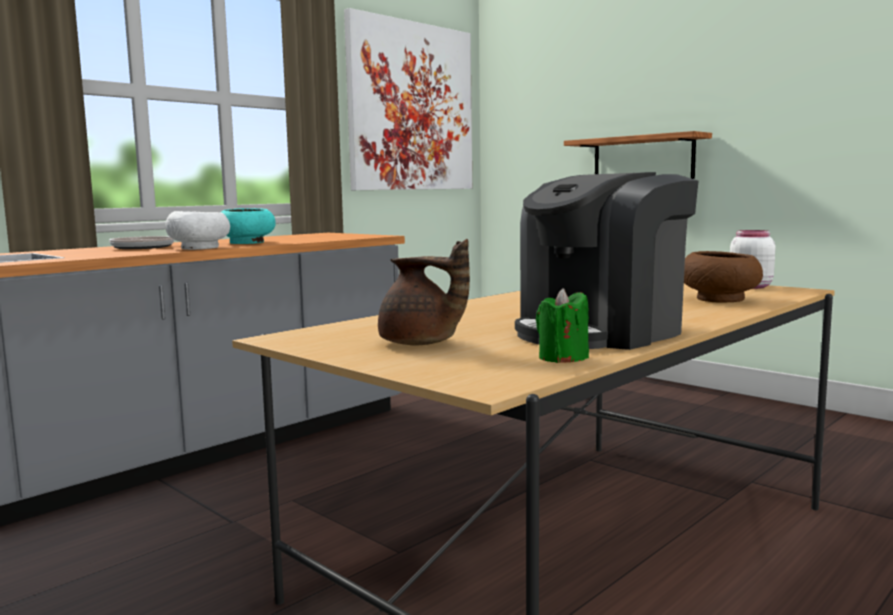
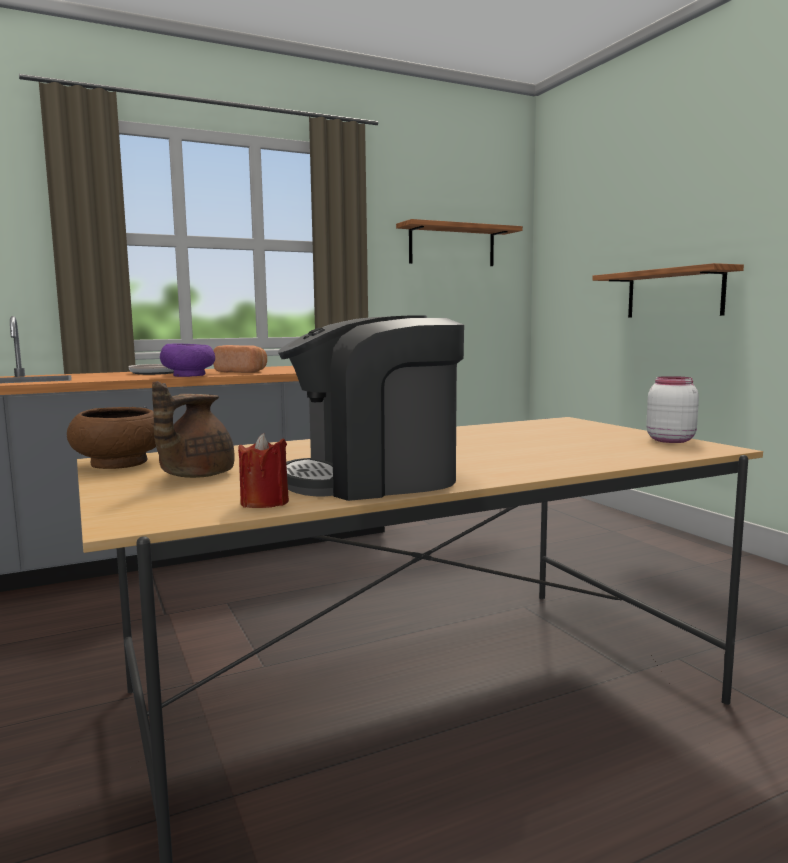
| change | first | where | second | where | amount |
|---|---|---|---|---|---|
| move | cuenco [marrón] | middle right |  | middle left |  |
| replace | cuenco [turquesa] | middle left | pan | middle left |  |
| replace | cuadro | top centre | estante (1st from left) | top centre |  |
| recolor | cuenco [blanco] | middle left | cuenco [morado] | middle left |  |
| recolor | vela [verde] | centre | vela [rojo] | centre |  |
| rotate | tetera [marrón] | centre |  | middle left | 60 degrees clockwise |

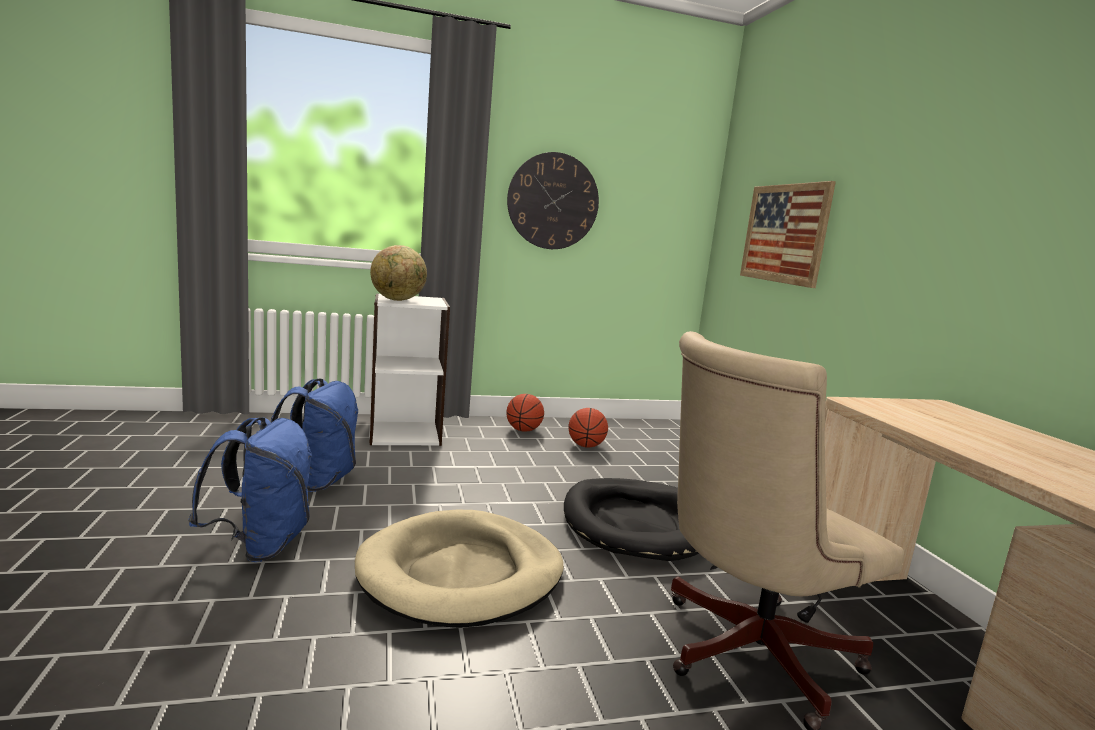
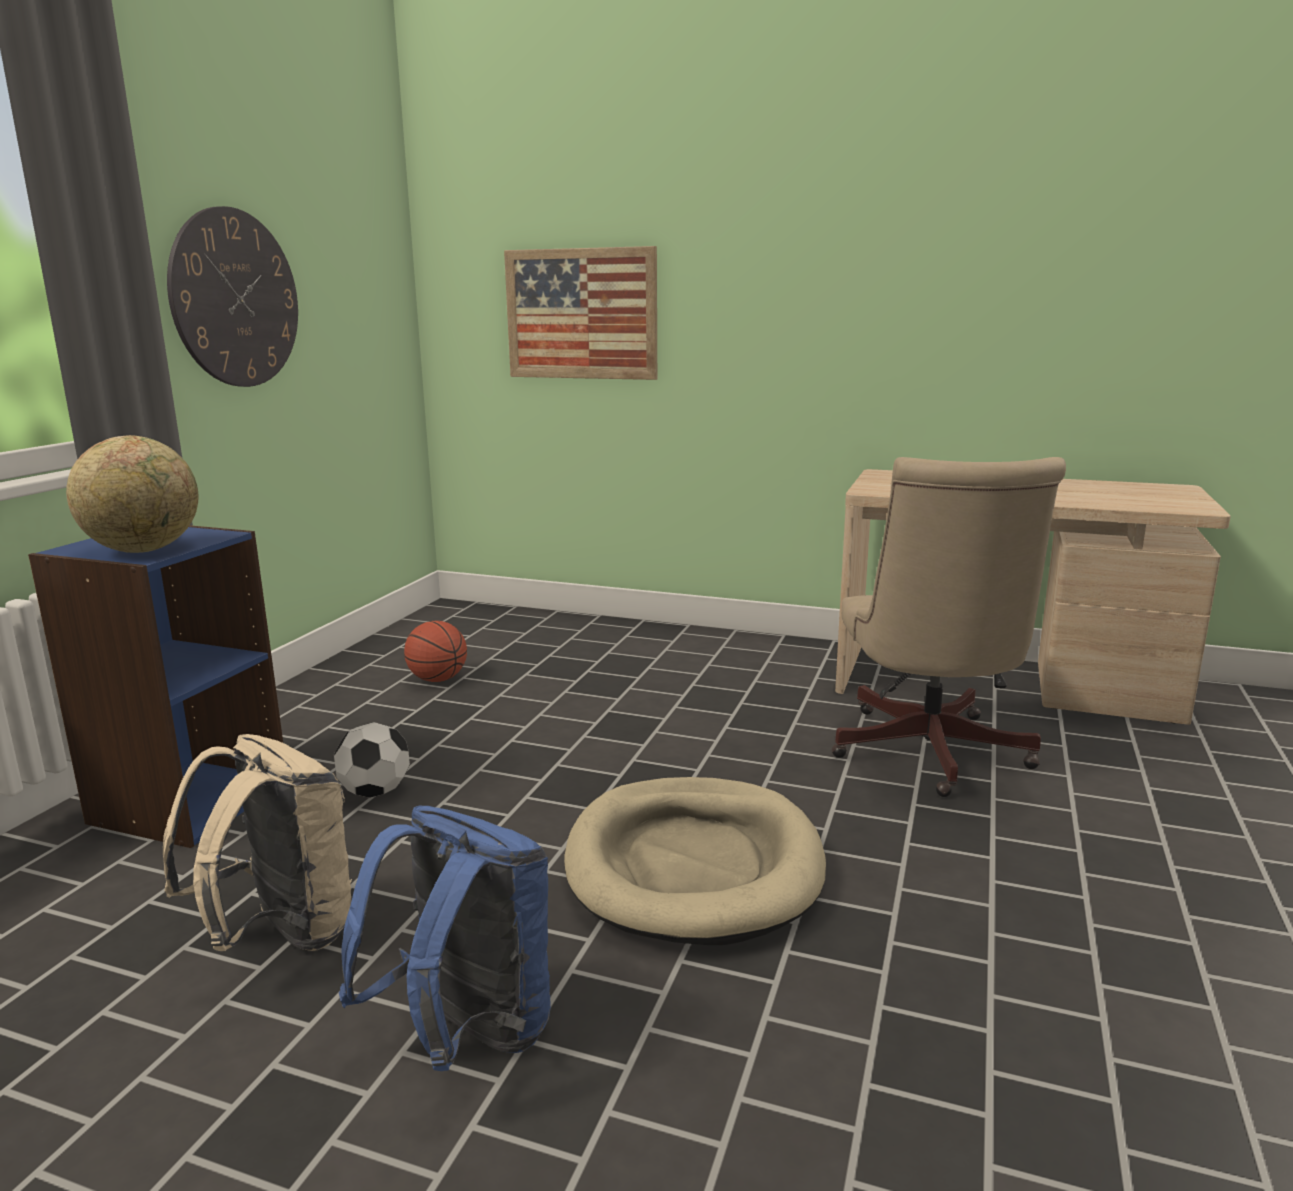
| change | first | where | second | where | amount |
|---|---|---|---|---|---|
| delete | balón de baloncesto (1st from left) | centre |  |  |  |
| delete | cama para perro [negro] | bottom centre |  |  |  |
| insert |  |  | balón de fútbol | middle left |  |
| recolor | mochila [azul] (2nd from left) | middle left | mochila [beis] | bottom left |  |
| recolor | estantería [blanco] | centre | estantería [azul] | middle left |  |

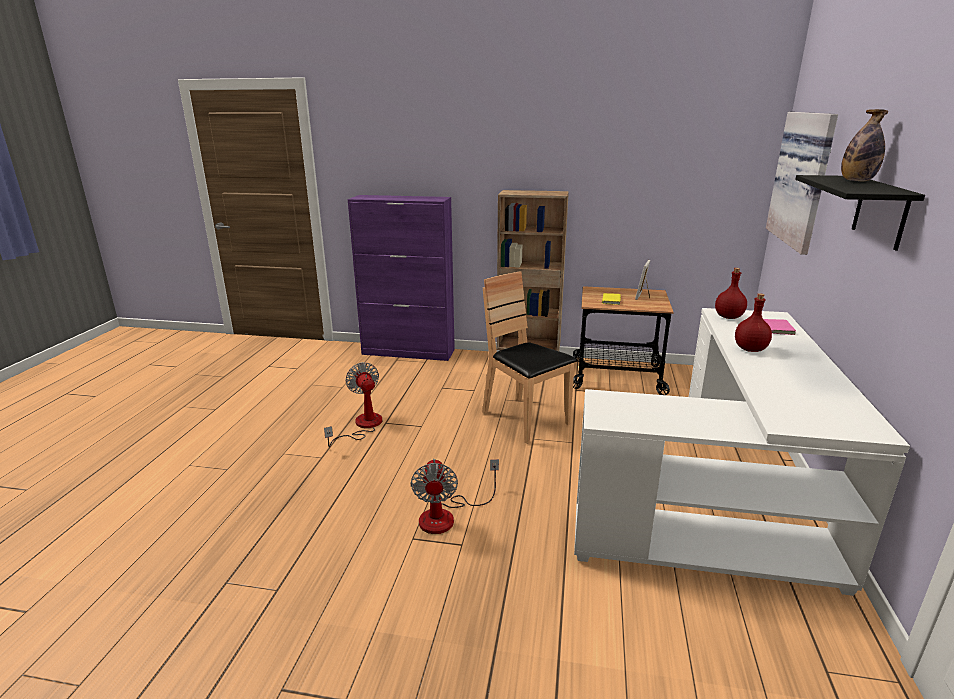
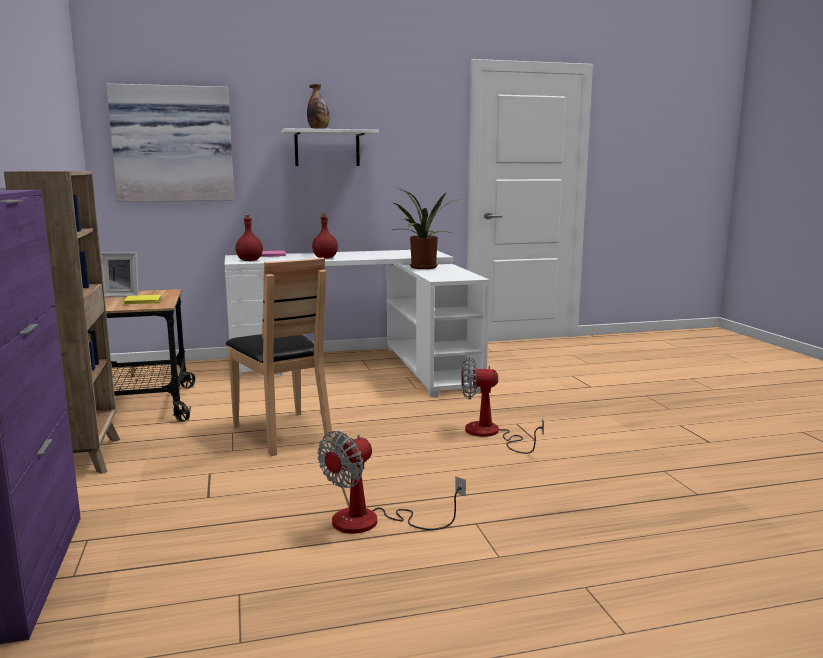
| change | first | where | second | where | amount |
|---|---|---|---|---|---|
| insert |  |  | planta en maceta | centre |  |
| recolor | estante [negro] | top right | estante [blanco] | top centre |  |
| rotate | ventilador (2nd from left) | bottom centre |  | centre | 150 degrees counterclockwise |
| rotate | silla [marrón] | centre |  | centre | 60 degrees counterclockwise |

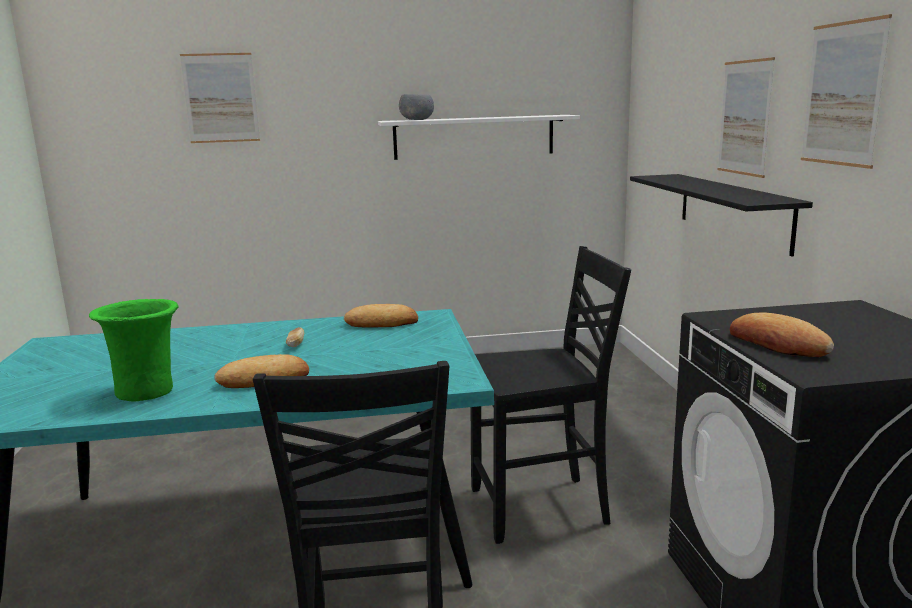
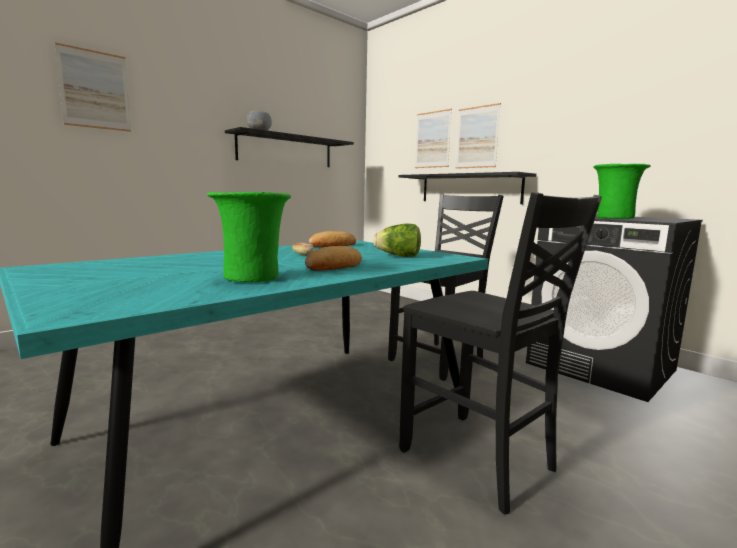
| change | first | where | second | where | amount |
|---|---|---|---|---|---|
| insert |  |  | lechuga | centre |  |
| move | cuadro (3rd from left in the first image) | top right | cuadro (2nd from left) | top centre |  |
| replace | pan (4th from left) | middle right | florero [verde] (2nd from left) | middle right |  |
| recolor | estante [blanco] | top centre | estante [negro] (1st from left) | top centre |  |

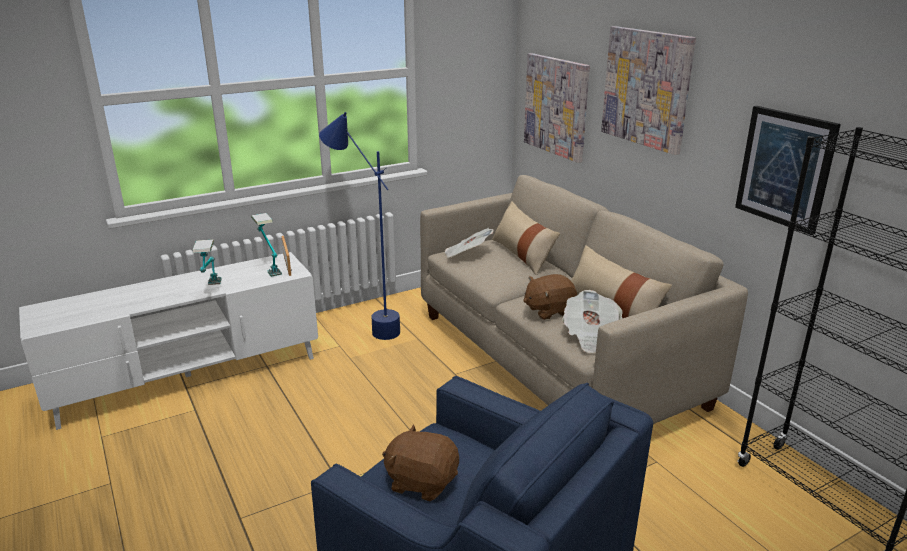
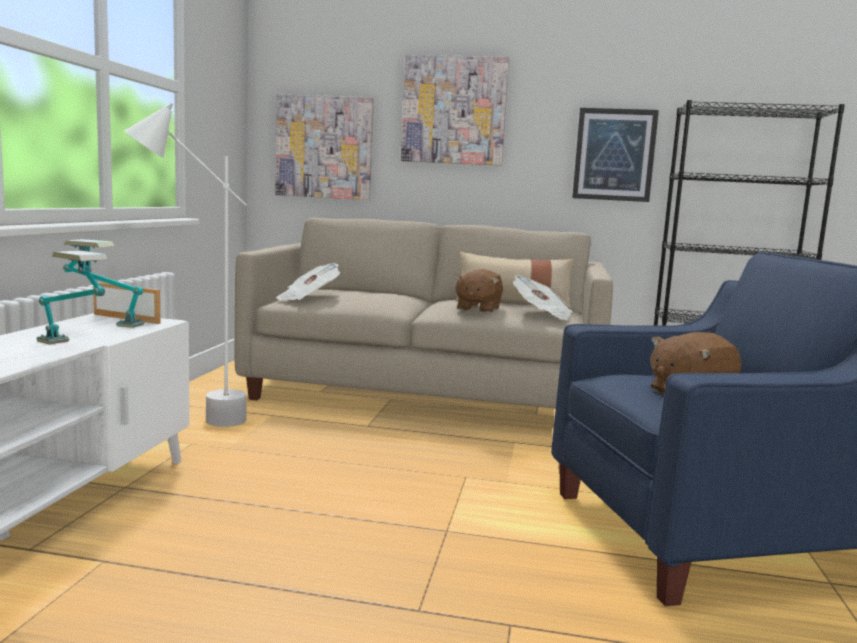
| change | first | where | second | where | amount |
|---|---|---|---|---|---|
| delete | cojín [beis] (1st from left) | centre |  |  |  |
| recolor | lámpara de pie [azul] | centre | lámpara de pie [blanco] | middle left |  |

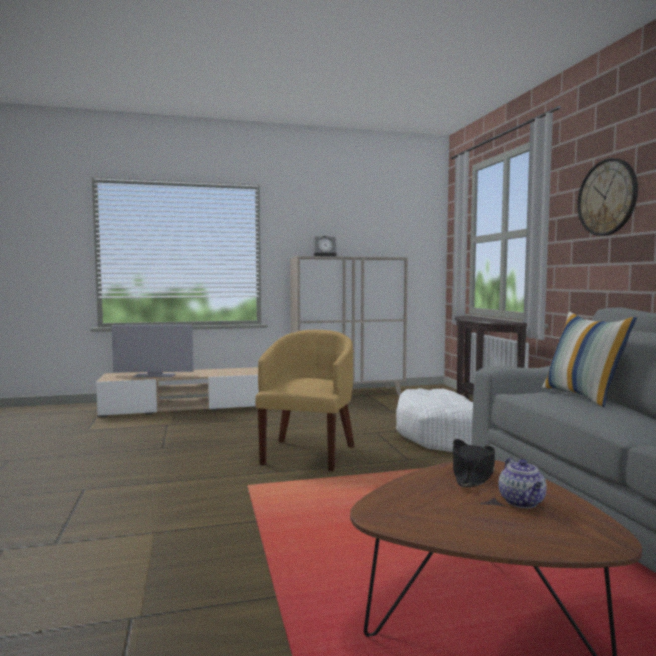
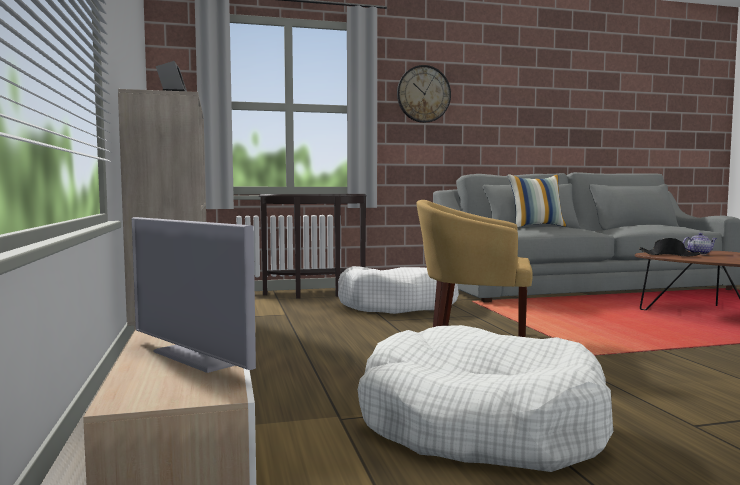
| change | first | where | second | where | amount |
|---|---|---|---|---|---|
| insert |  |  | cama para perro [blanco] (2nd from left) | bottom centre |  |
| rotate | televisor | middle left |  | middle left | 135 degrees clockwise |

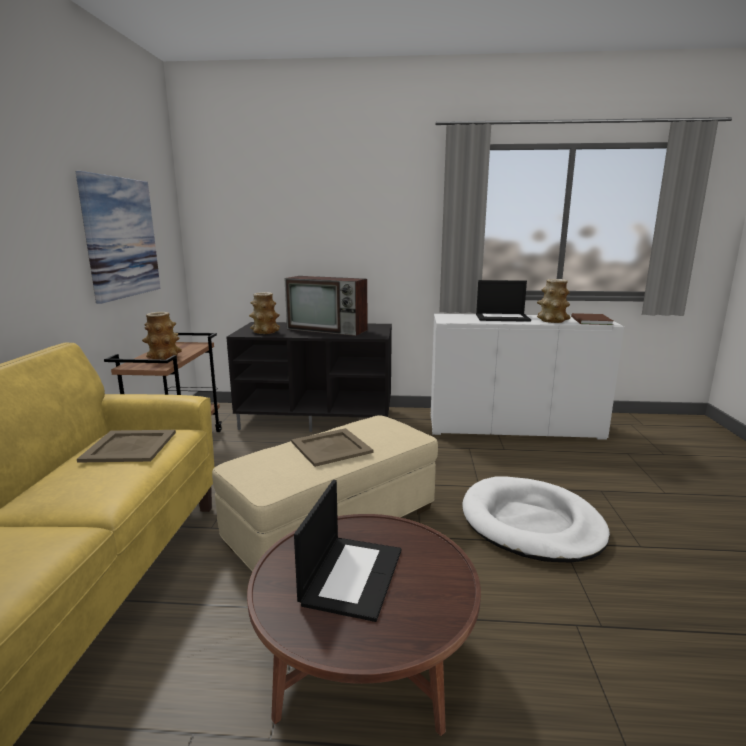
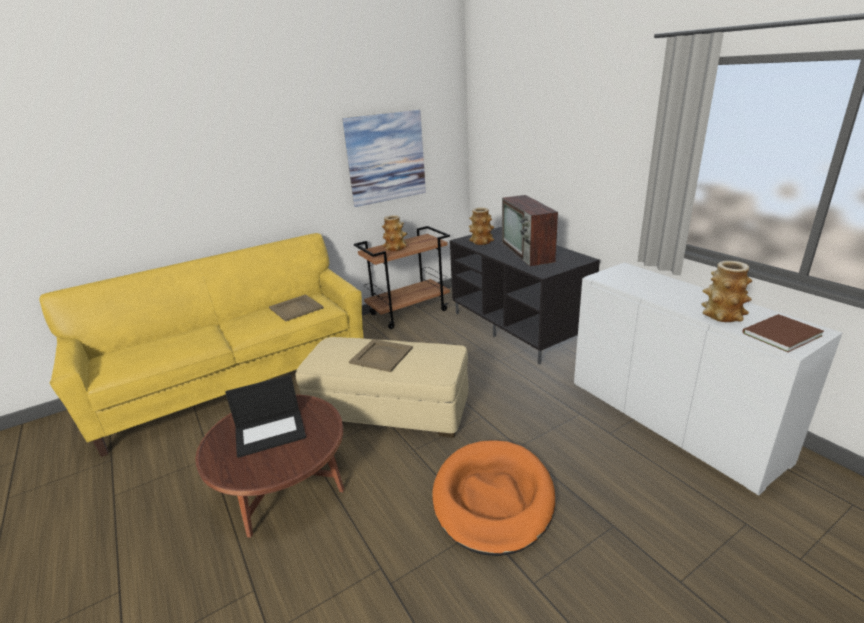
| change | first | where | second | where | amount |
|---|---|---|---|---|---|
| delete | portátil (2nd from left) | middle right |  |  |  |
| recolor | cama para perro [blanco] | bottom right | cama para perro [naranja] | bottom centre |  |

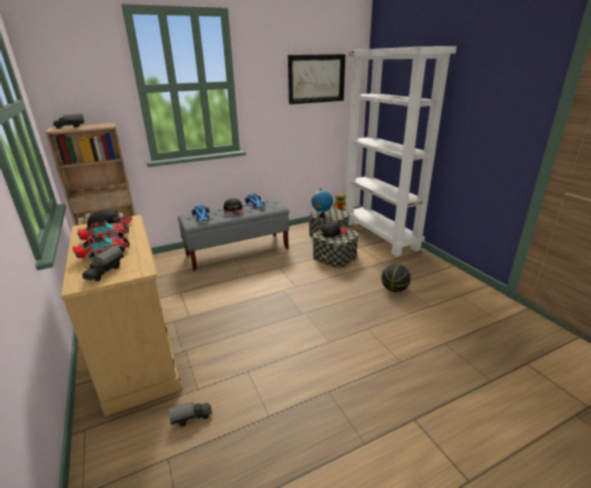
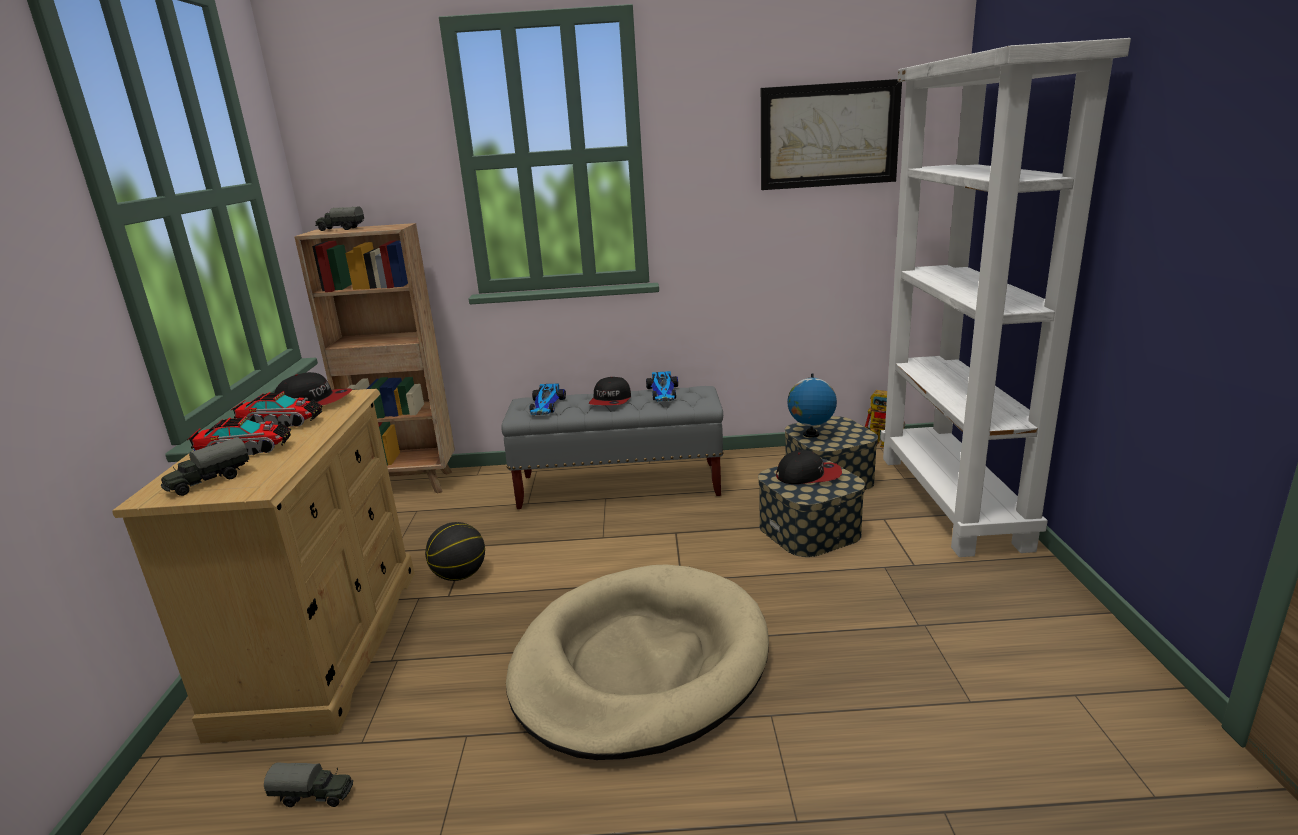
| change | first | where | second | where | amount |
|---|---|---|---|---|---|
| insert |  |  | cama para perro [beis] | bottom centre |  |
| move | balón de baloncesto | middle right |  | centre |  |

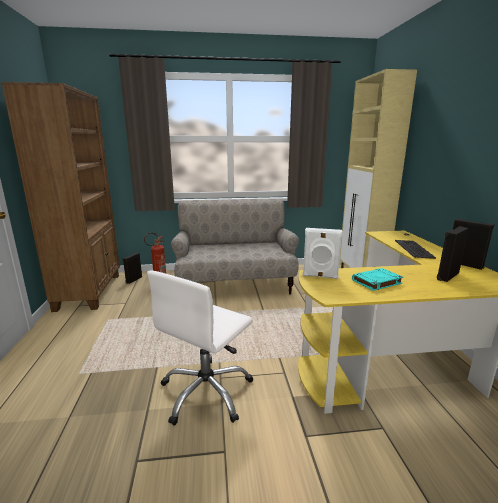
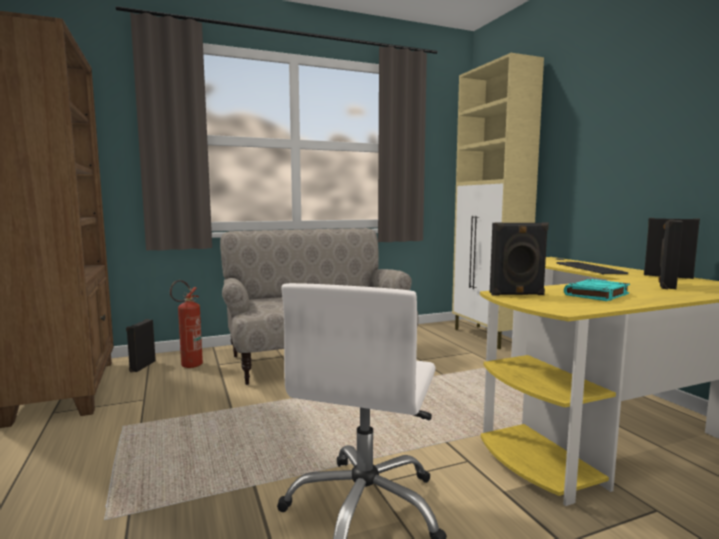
| change | first | where | second | where | amount |
|---|---|---|---|---|---|
| recolor | altavoz [blanco] | centre | altavoz [negro] (2nd from left) | middle right |  |

